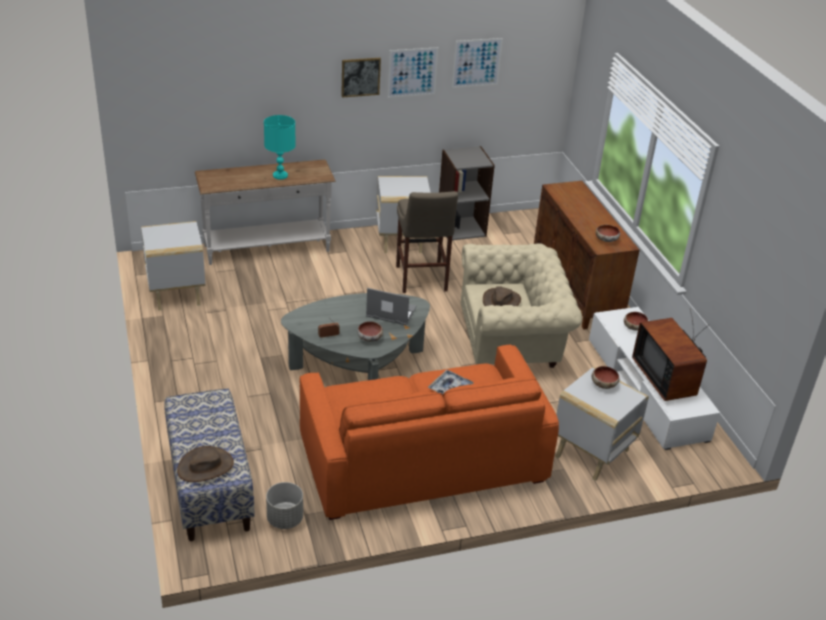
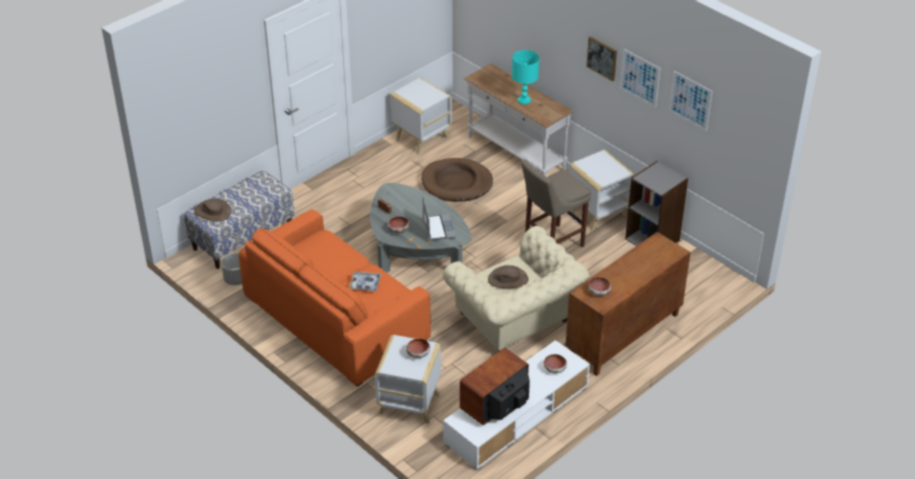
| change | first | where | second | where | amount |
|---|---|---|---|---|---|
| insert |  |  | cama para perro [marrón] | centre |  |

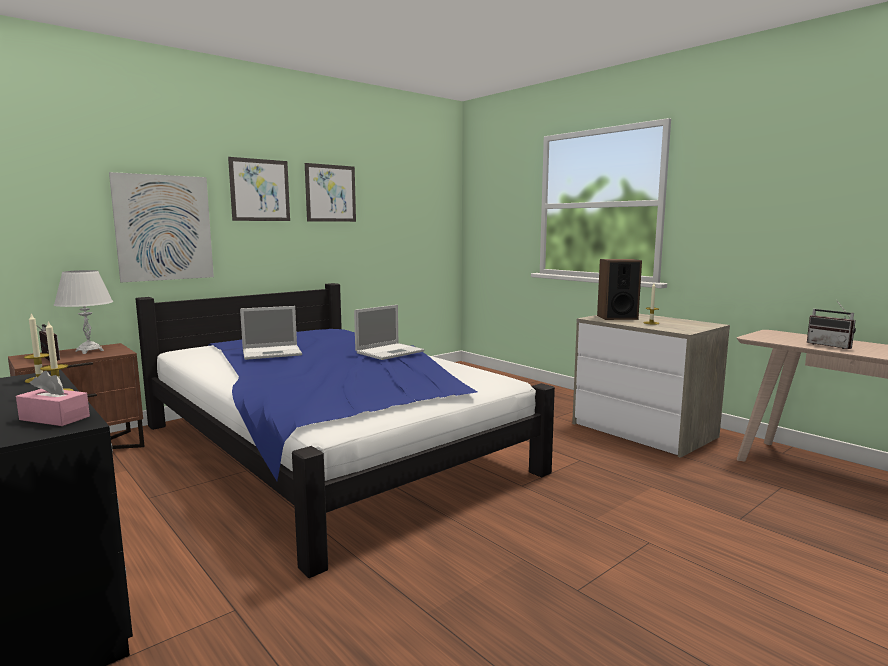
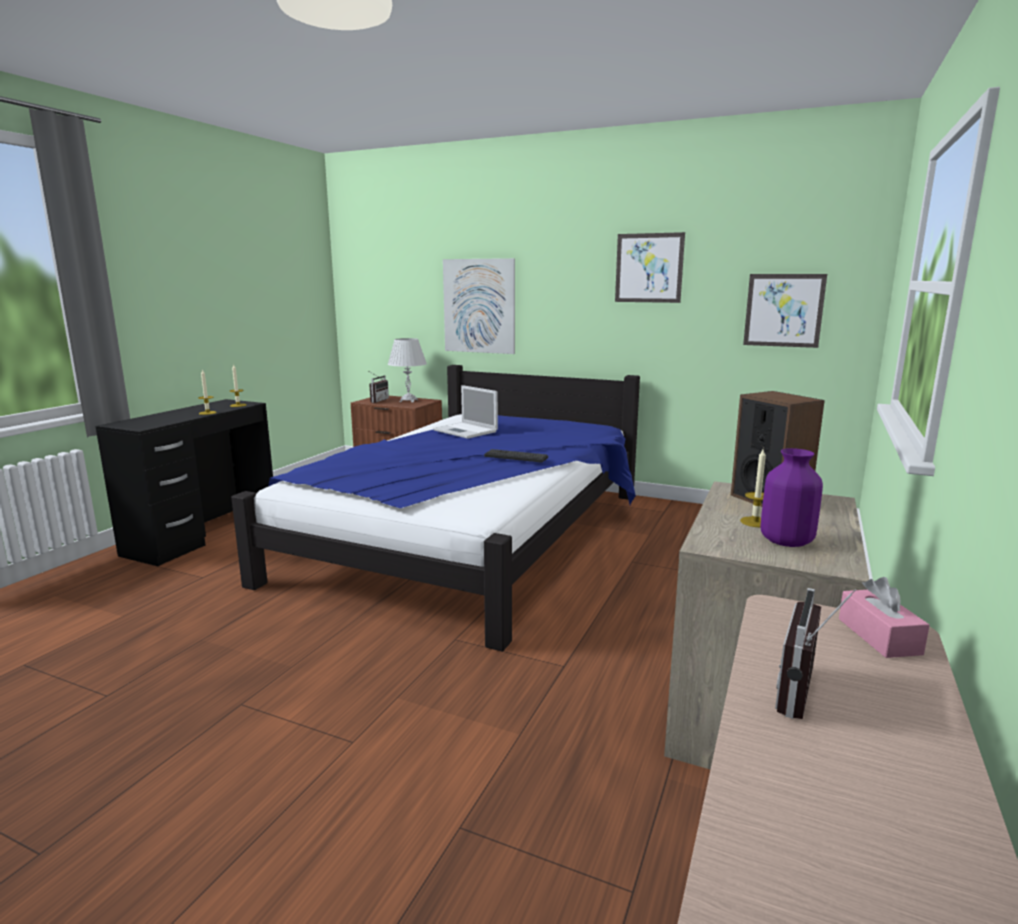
| change | first | where | second | where | amount |
|---|---|---|---|---|---|
| insert |  |  | florero [morado] | middle right |  |
| move | caja de pañuelos [rosa] | middle left |  | bottom right |  |
| move | cuadro (2nd from left in the first image) | top left | cuadro (3rd from left) | middle right |  |
| replace | portátil (2nd from left) | centre | teclado | centre |  |

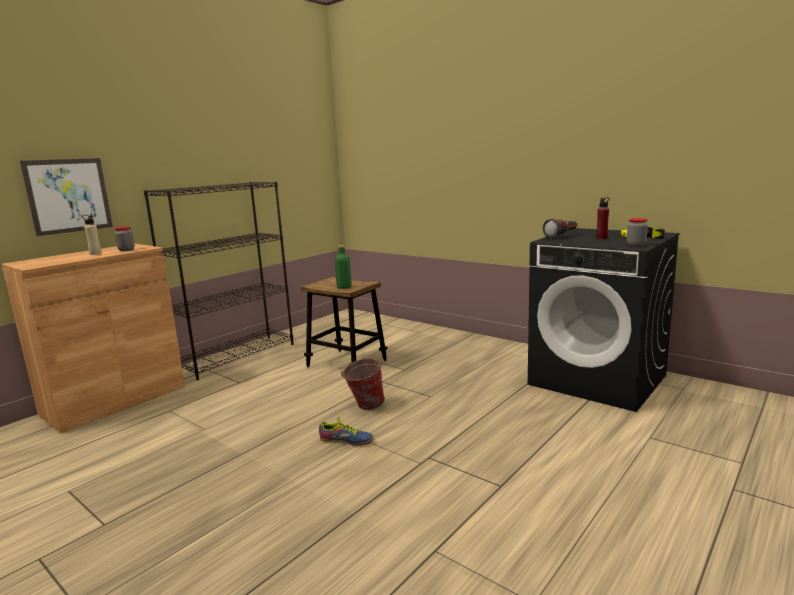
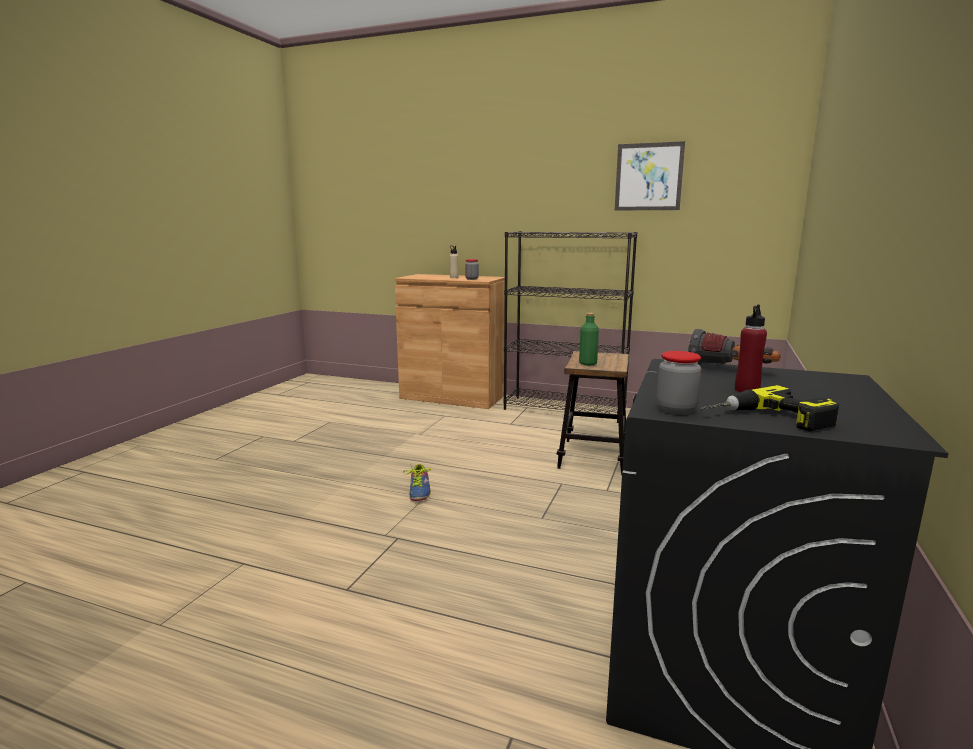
| change | first | where | second | where | amount |
|---|---|---|---|---|---|
| delete | cubo | centre |  |  |  |
| move | cuadro | top left |  | top right |  |

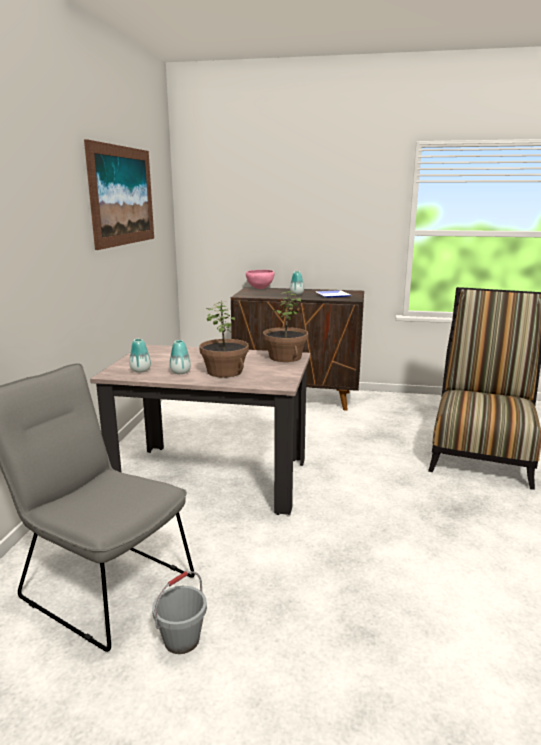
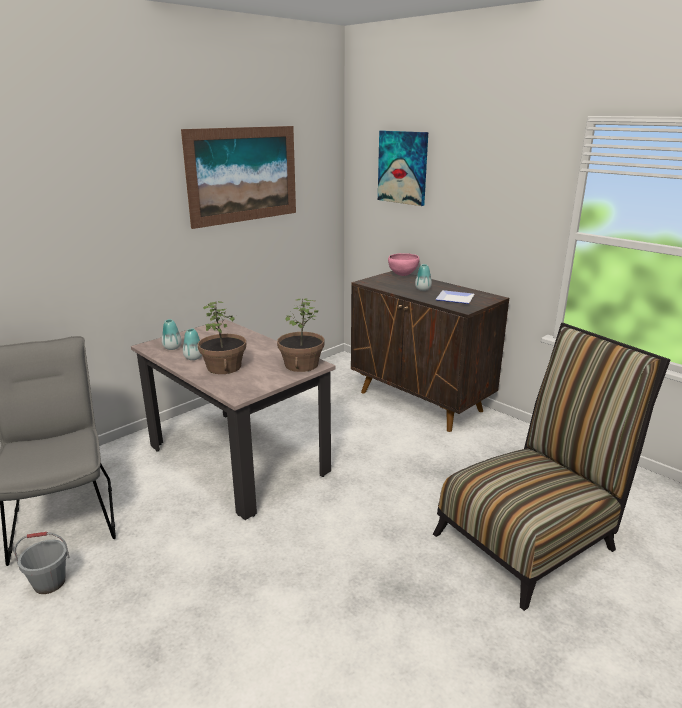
| change | first | where | second | where | amount |
|---|---|---|---|---|---|
| insert |  |  | cuadro (2nd from left) | top centre |  |

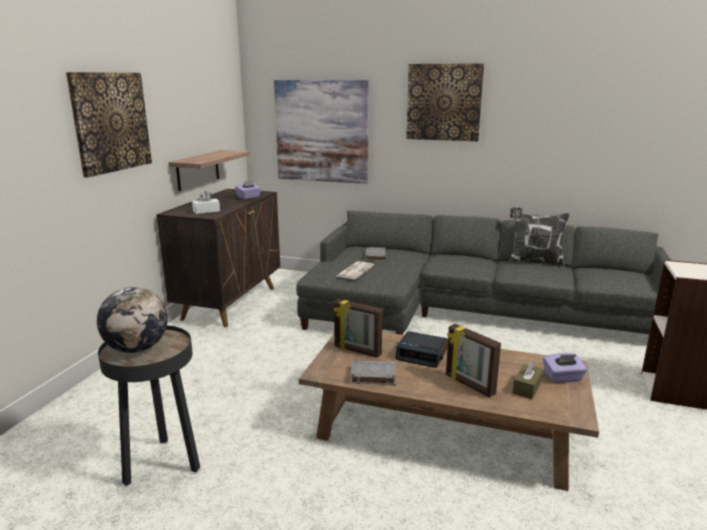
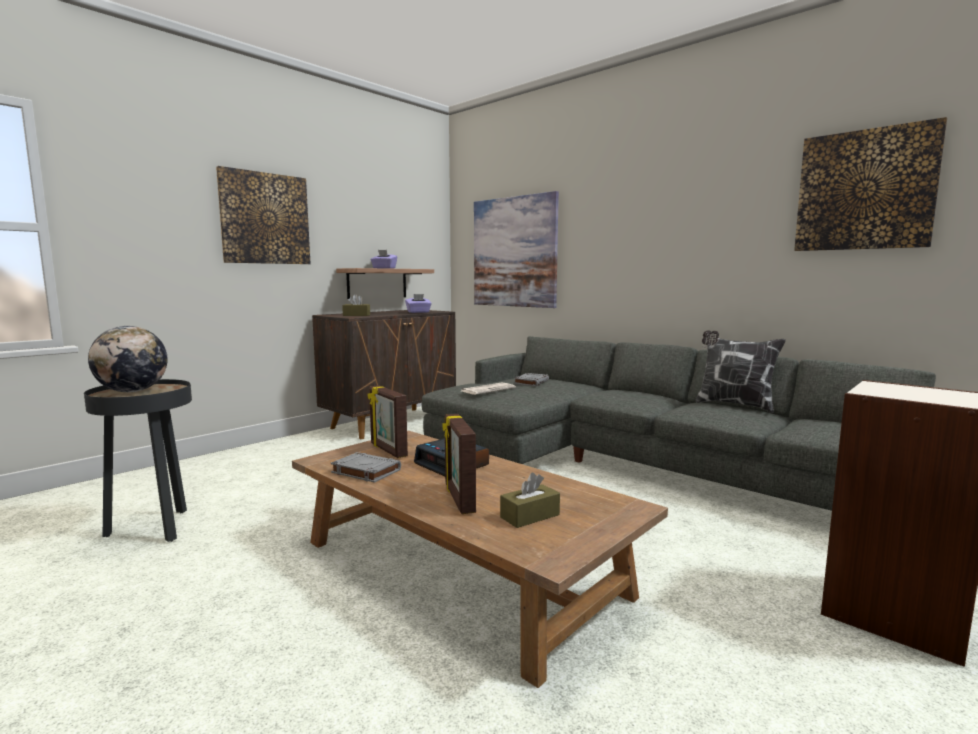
| change | first | where | second | where | amount |
|---|---|---|---|---|---|
| move | cuadro (3rd from left) | top centre |  | top right |  |
| move | caja de pañuelos [morado] (2nd from left in the first image) | bottom right | caja de pañuelos [morado] (1st from left) | centre |  |
| recolor | caja de pañuelos [blanco] | middle left | caja de pañuelos [marrón] (1st from left) | centre |  |

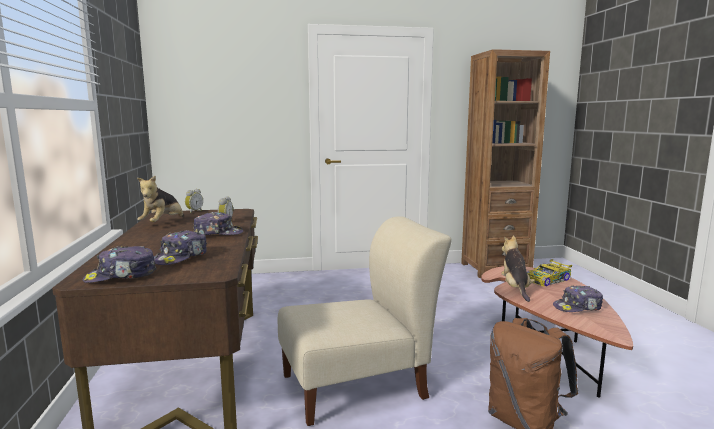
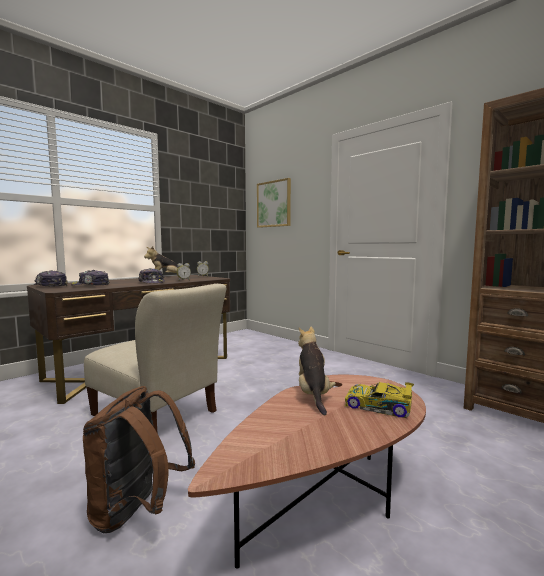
| change | first | where | second | where | amount |
|---|---|---|---|---|---|
| delete | gorra (4th from left) | bottom right |  |  |  |
| insert |  |  | cuadro | centre |  |
| rotate | peluche (2nd from left) | middle right |  | centre | 60 degrees counterclockwise |

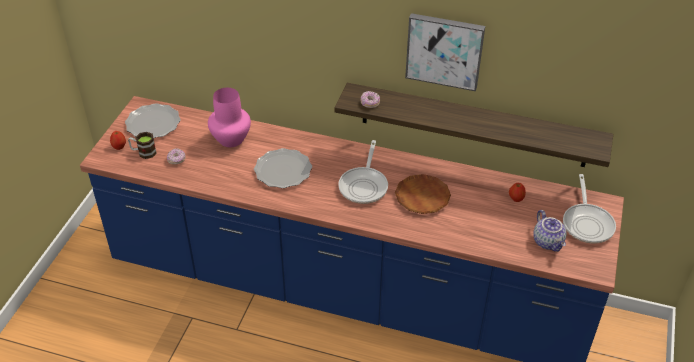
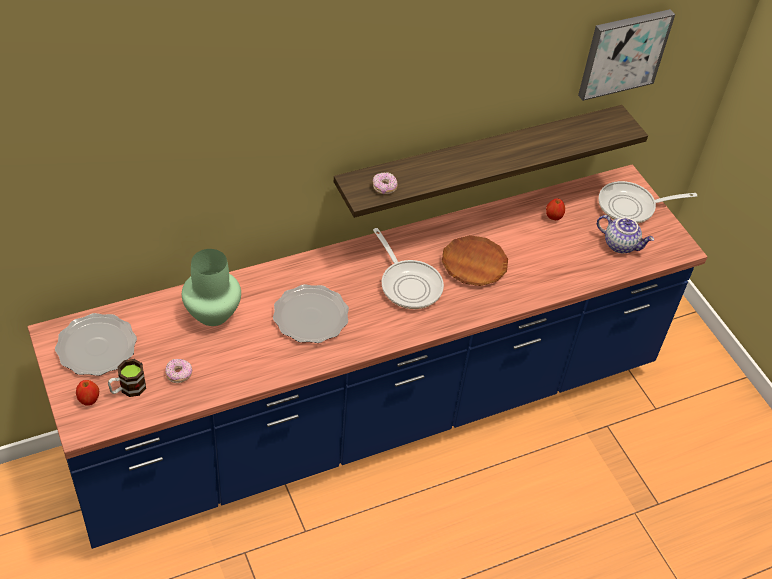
| change | first | where | second | where | amount |
|---|---|---|---|---|---|
| move | cuadro | top centre |  | top right |  |
| recolor | florero [rosa] | top left | florero [verde] | middle left |  |
| rotate | sartén (2nd from left) | middle right |  | middle right | 120 degrees clockwise |

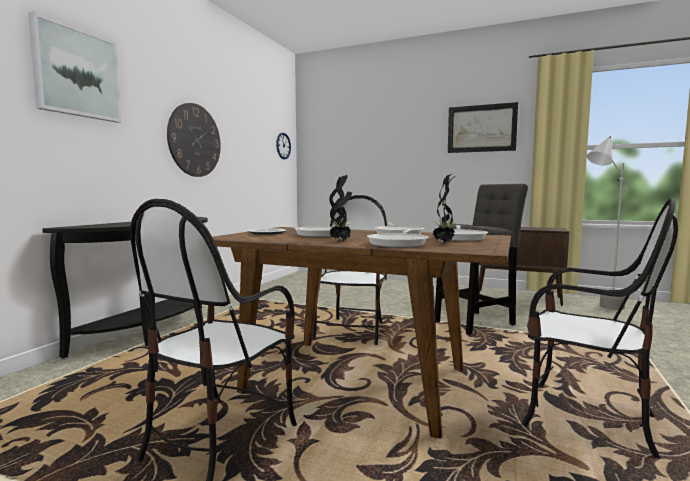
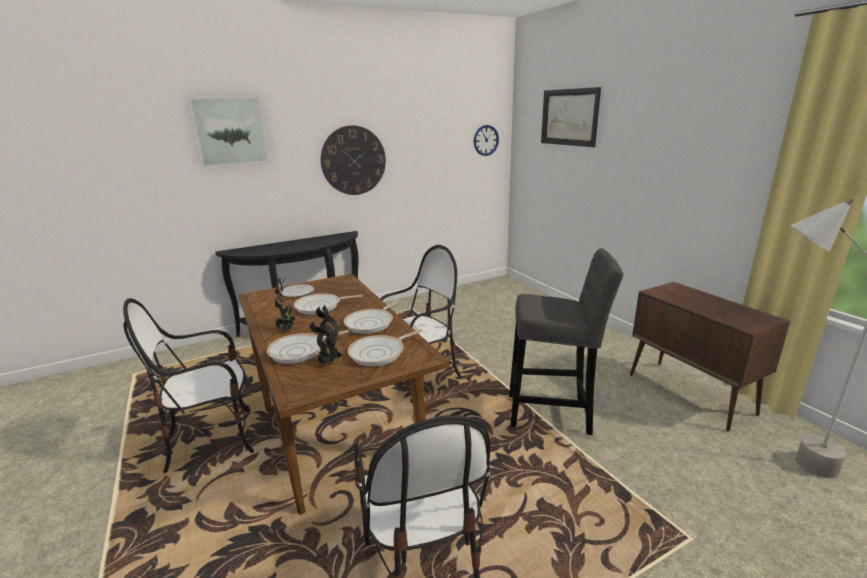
| change | first | where | second | where | amount |
|---|---|---|---|---|---|
| move | cuadro (2nd from left) | top right |  | top centre |  |

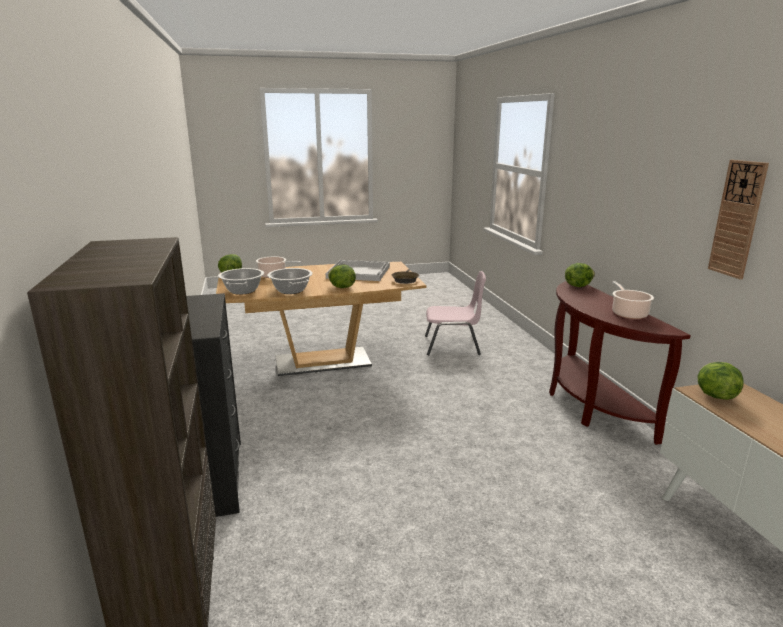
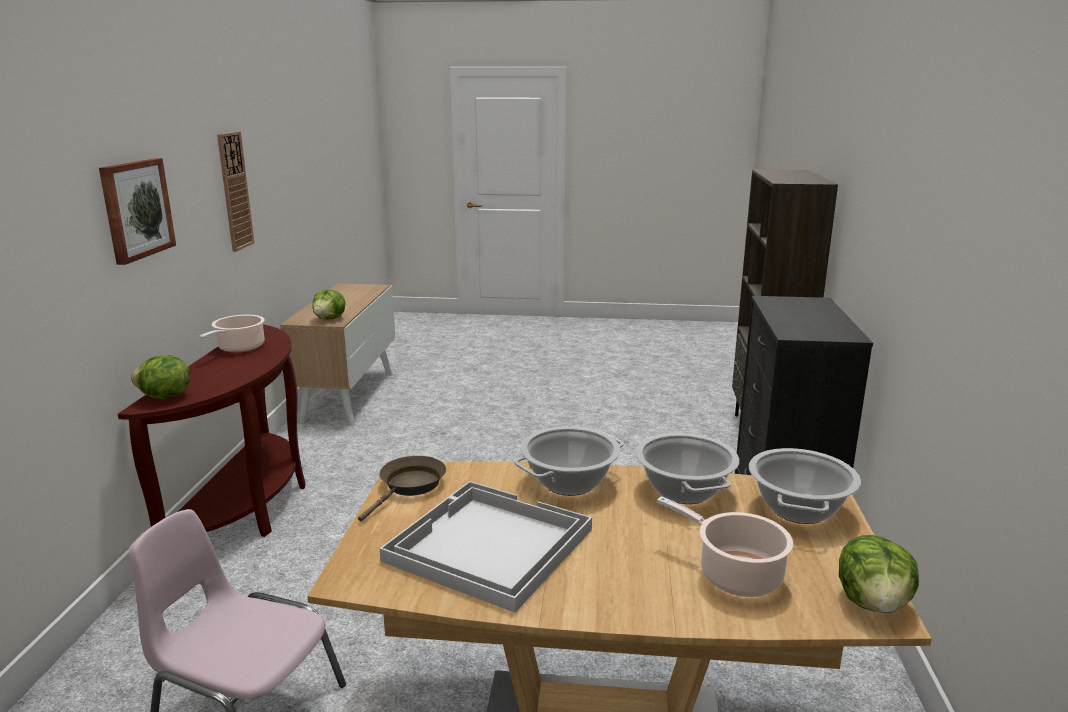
| change | first | where | second | where | amount |
|---|---|---|---|---|---|
| insert |  |  | cuadro | top left |  |
| replace | lechuga (2nd from left) | centre | olla (2nd from left) | centre |  |

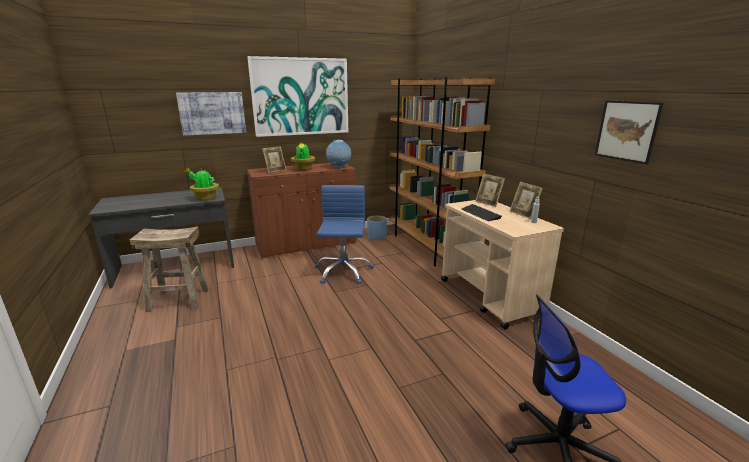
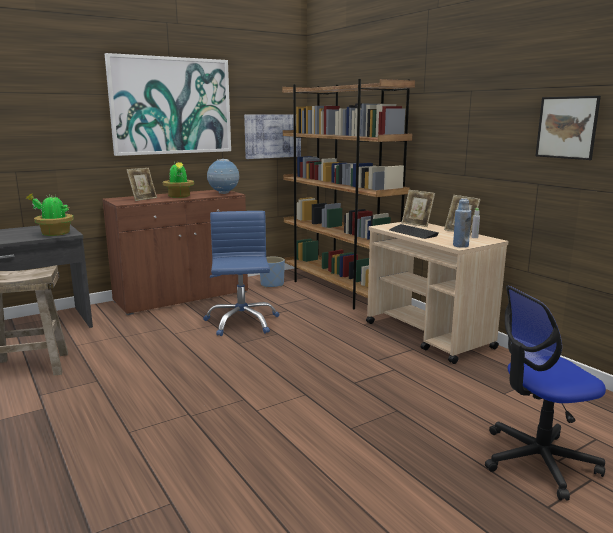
| change | first | where | second | where | amount |
|---|---|---|---|---|---|
| insert |  |  | botella [azul] | middle right |  |
| move | cuadro (1st from left in the first image) | top left | cuadro (2nd from left) | top centre |  |

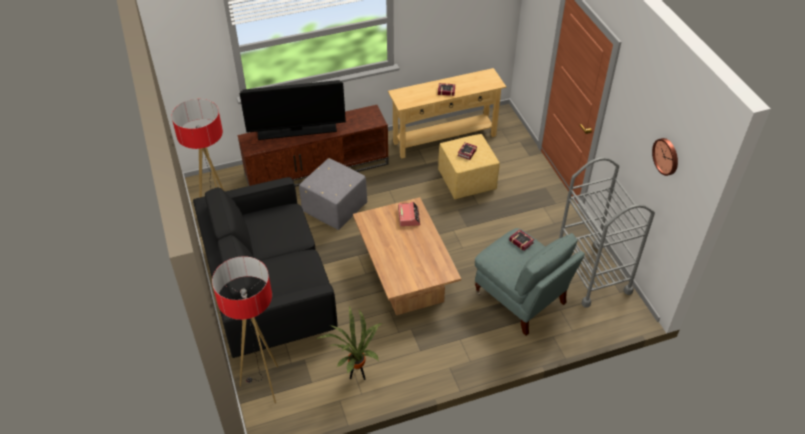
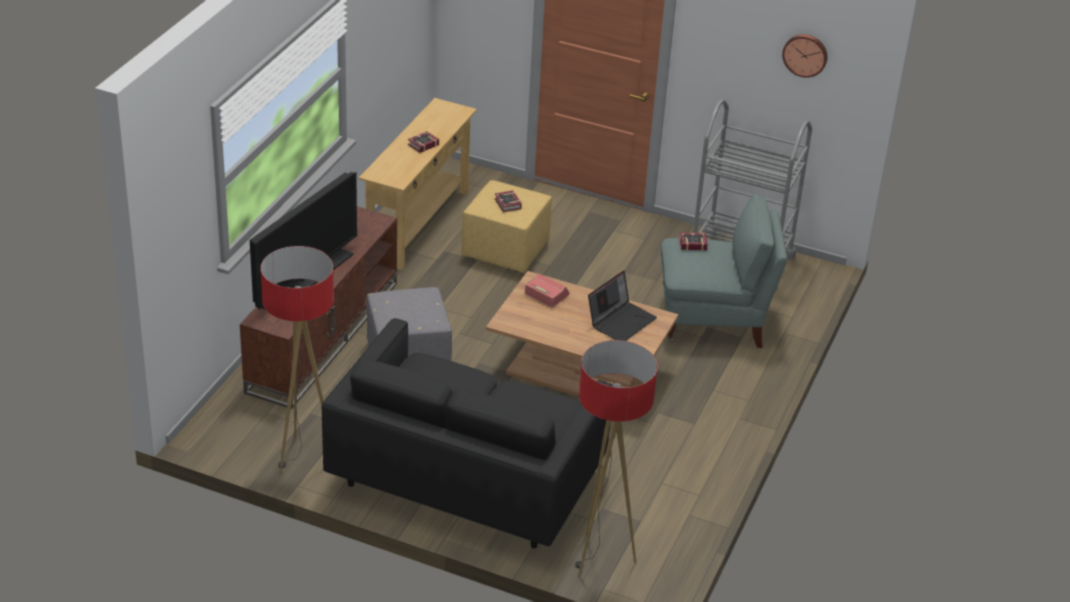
| change | first | where | second | where | amount |
|---|---|---|---|---|---|
| delete | planta en maceta | bottom centre |  |  |  |
| insert |  |  | portátil | centre |  |

